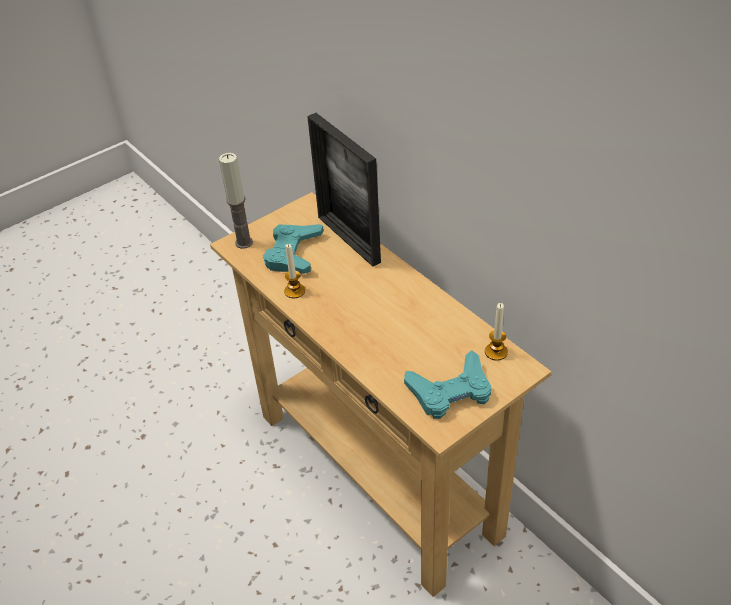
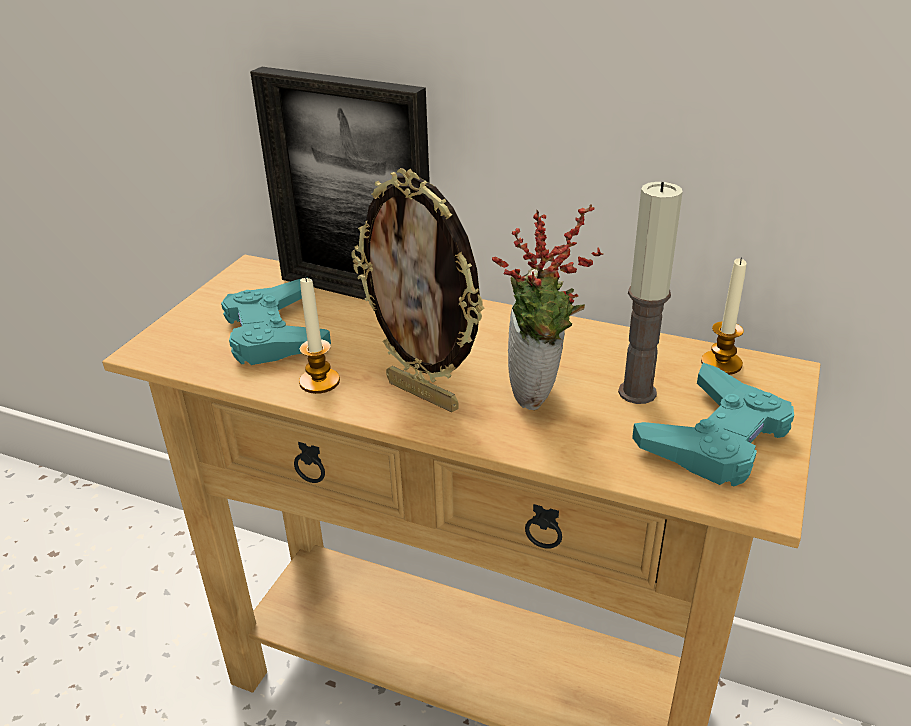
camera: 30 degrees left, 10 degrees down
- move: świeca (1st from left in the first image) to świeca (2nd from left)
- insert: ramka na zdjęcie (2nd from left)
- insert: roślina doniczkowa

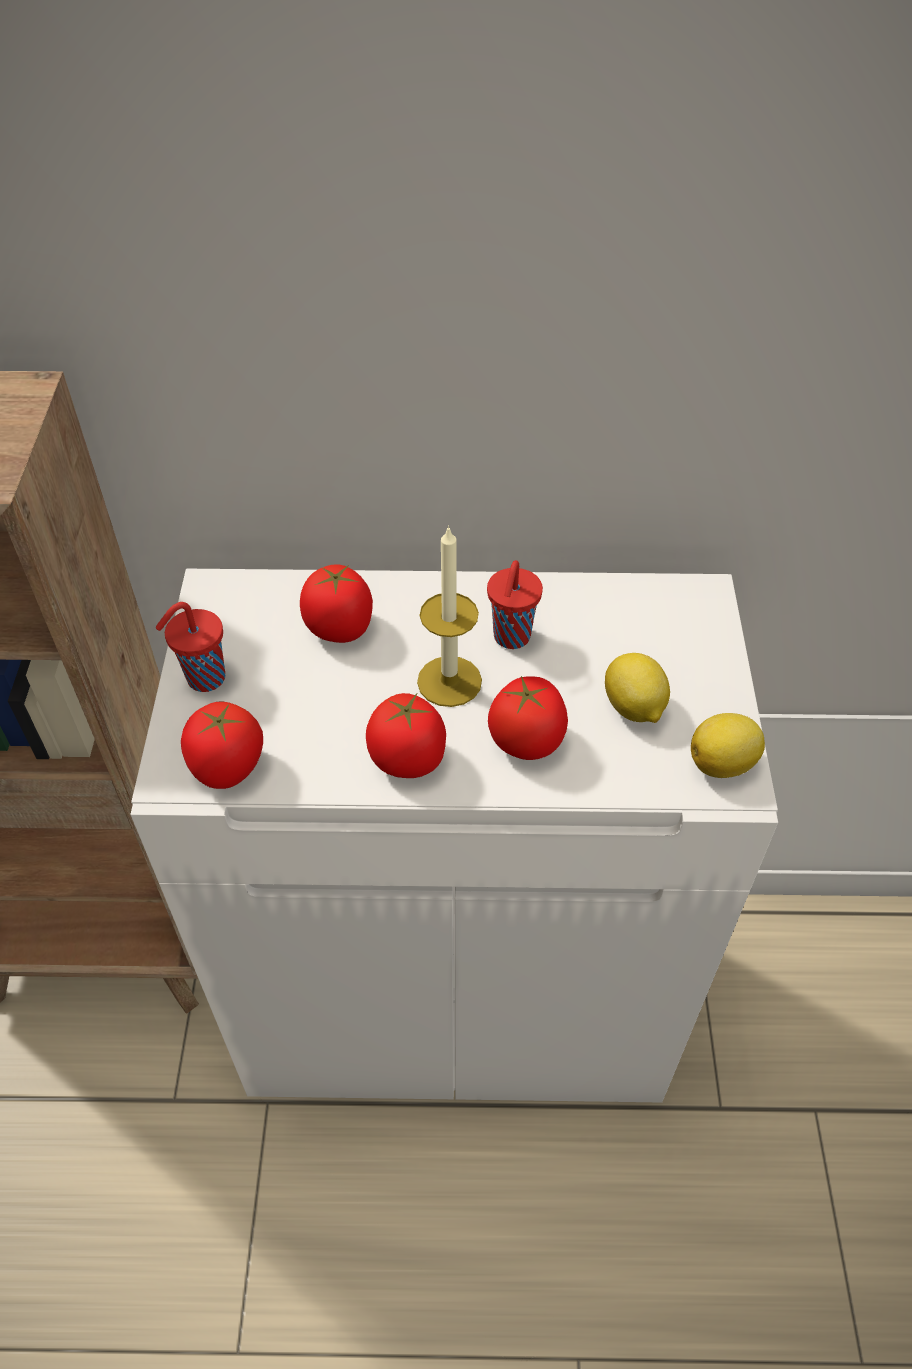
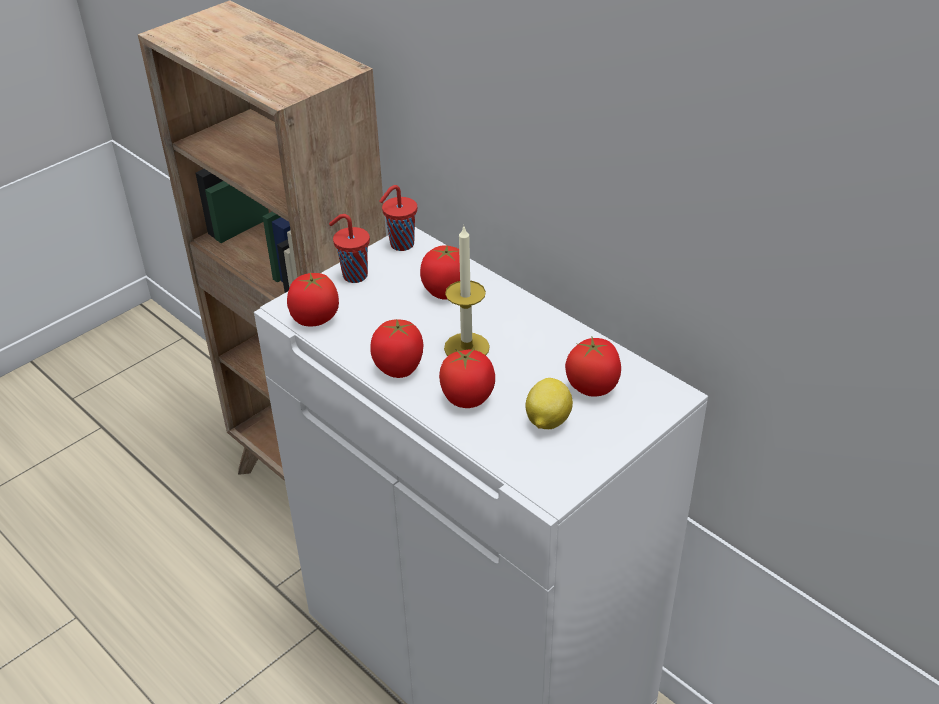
camera: 45 degrees right, 10 degrees down
- move: filiżanka/czerwony (2nd from left)
- delete: cytryna (2nd from left)
- insert: pomidor (5th from left)

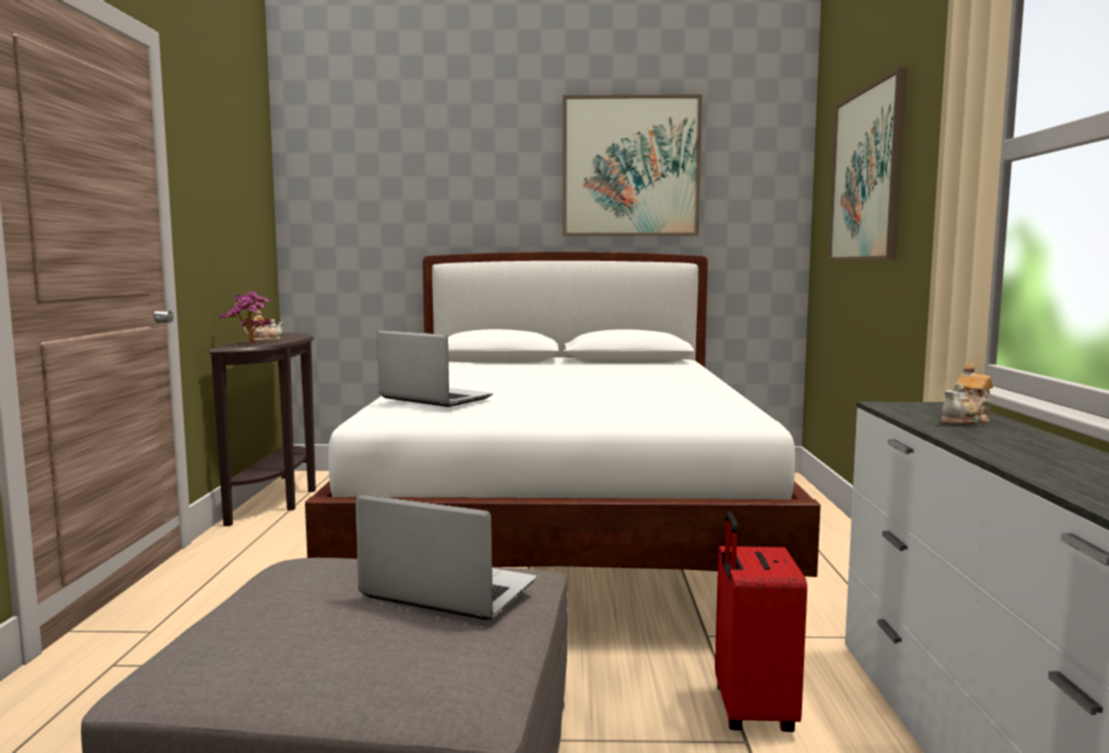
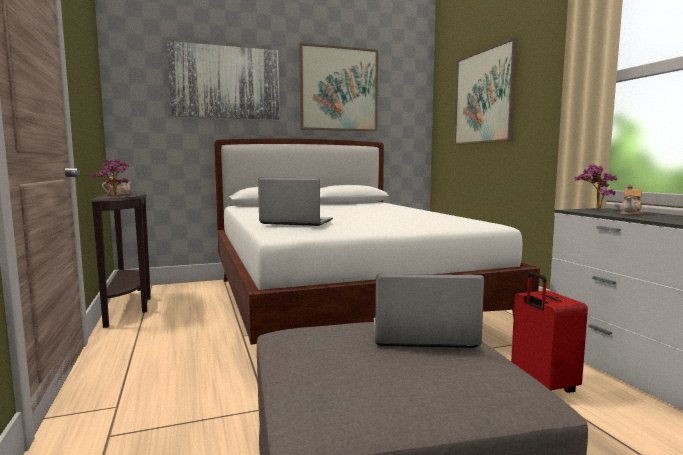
camera: 20 degrees left, 0 degrees up
- insert: obraz (1st from left)
- insert: roślina doniczkowa (2nd from left)

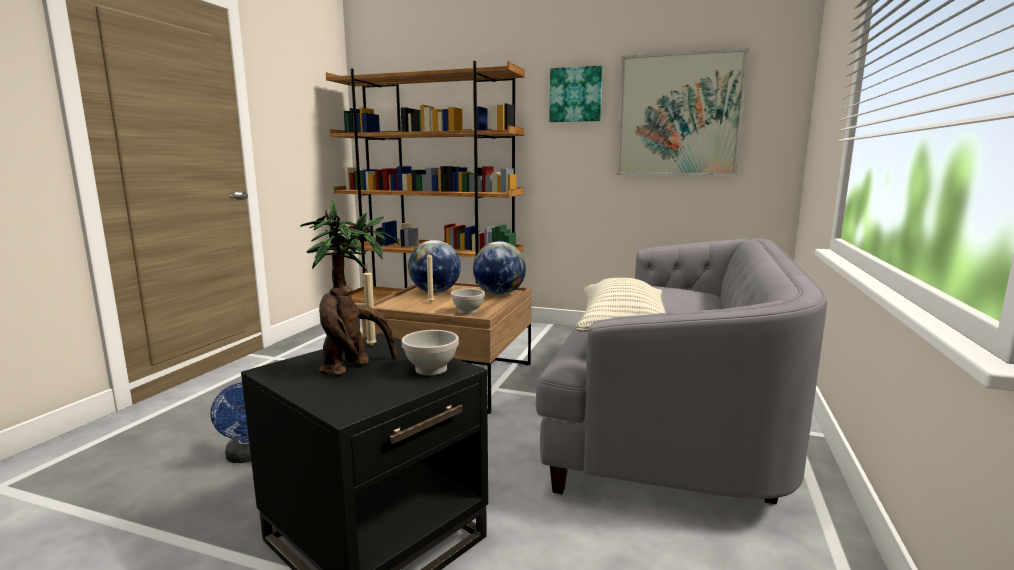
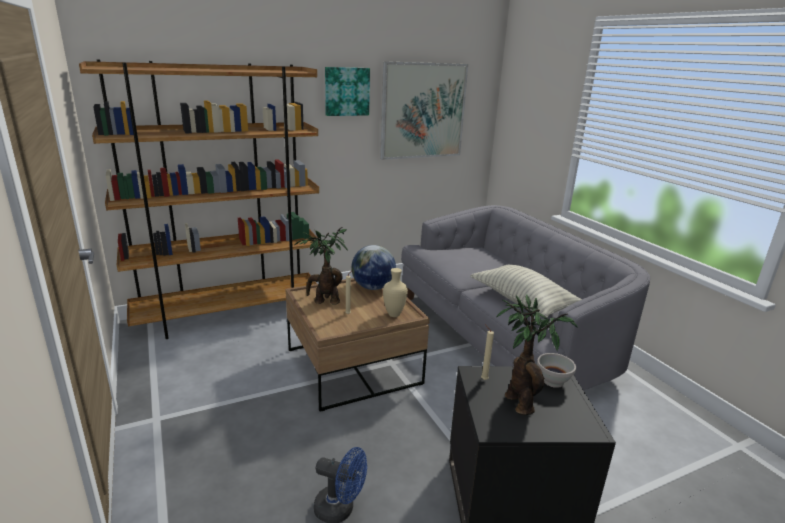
camera: 45 degrees left, 10 degrees up
- replace: globus (1st from left) to roślina doniczkowa (1st from left)
- replace: miska/biały (2nd from left) to wazon/beżowy

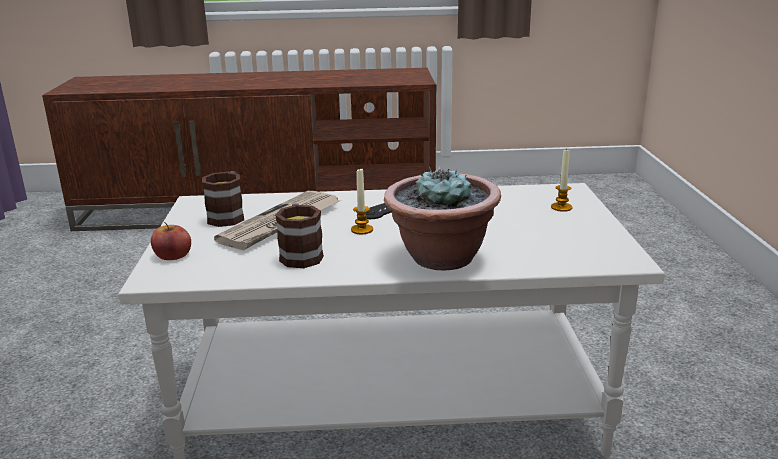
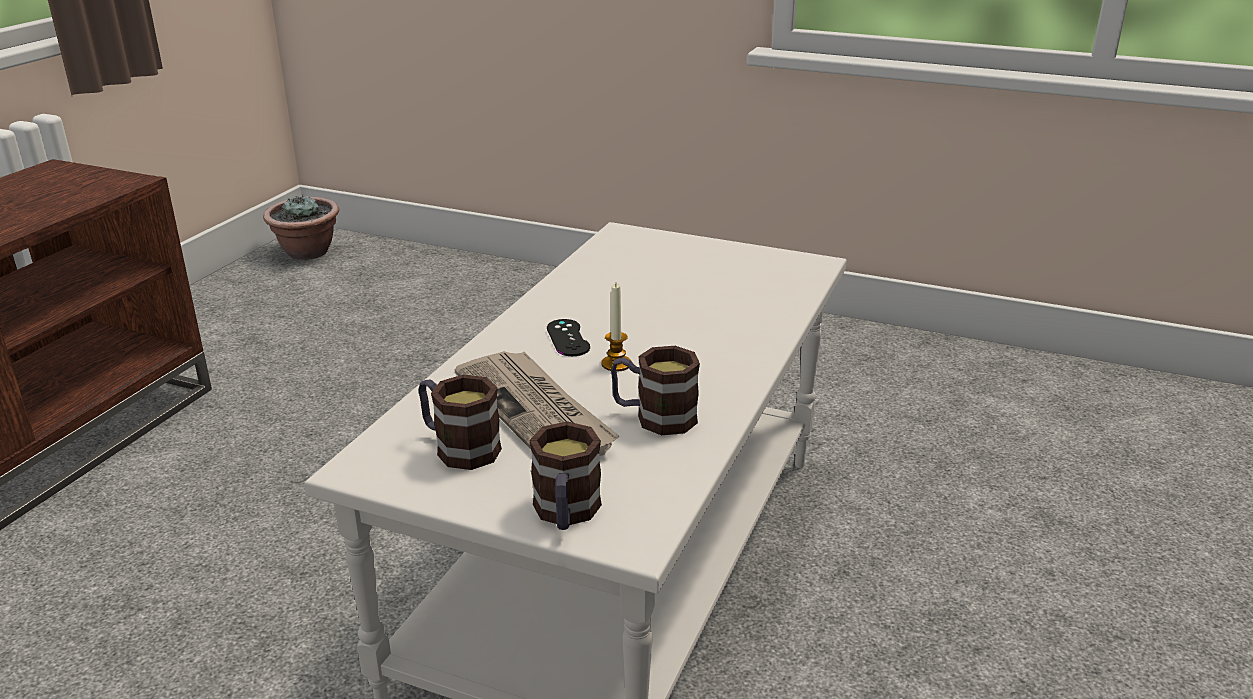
camera: 65 degrees left, 5 degrees up
- delete: świeca (2nd from left)
- move: roślina doniczkowa
- replace: jabłko to kubek (2nd from left)

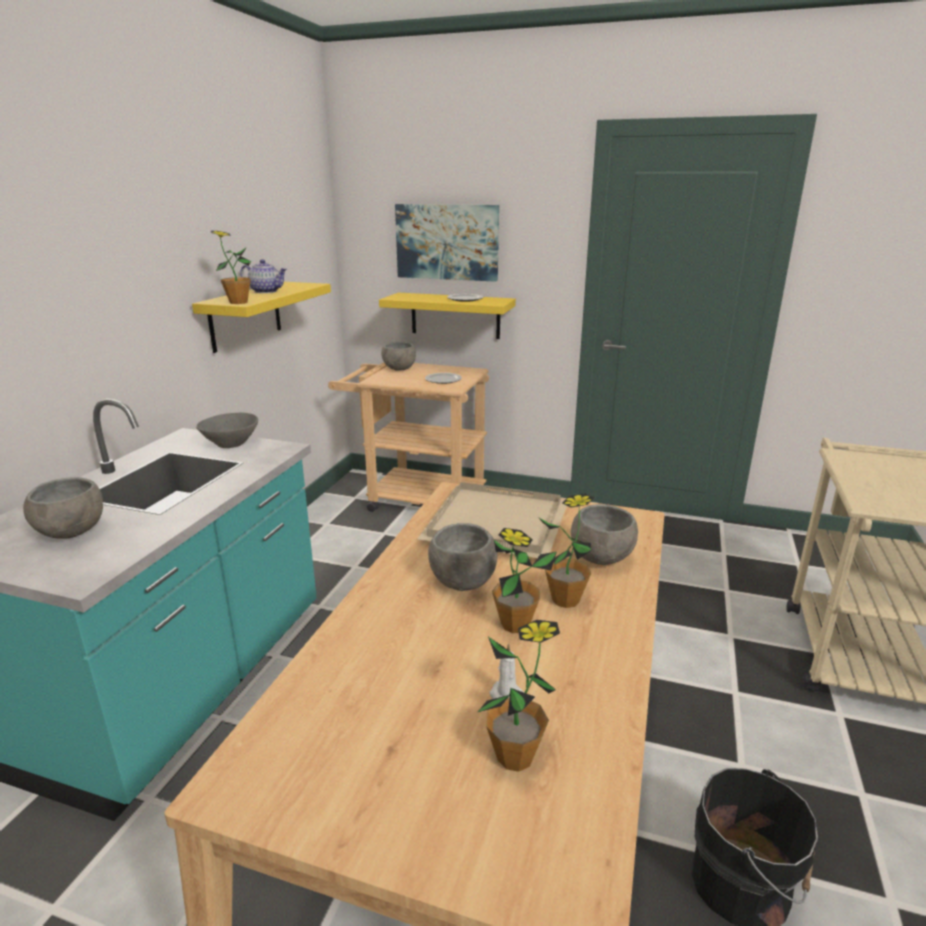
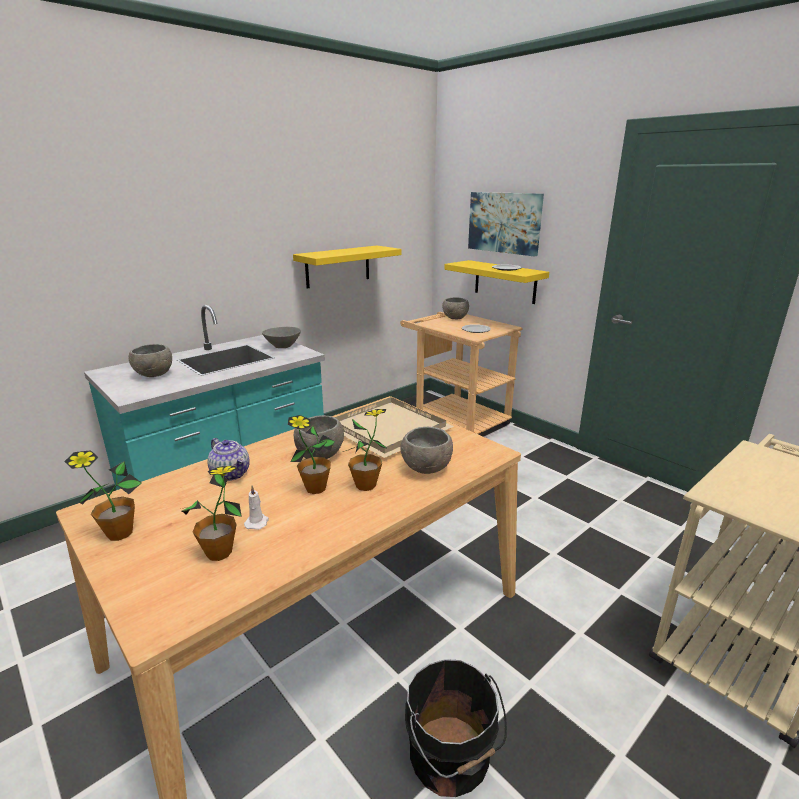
camera: 30 degrees right, 0 degrees up
- move: roślina doniczkowa (1st from left)
- move: imbryk

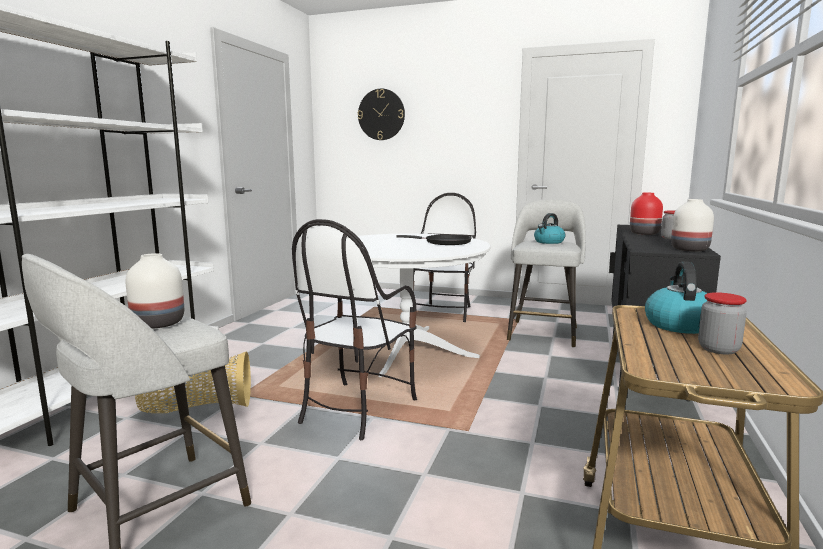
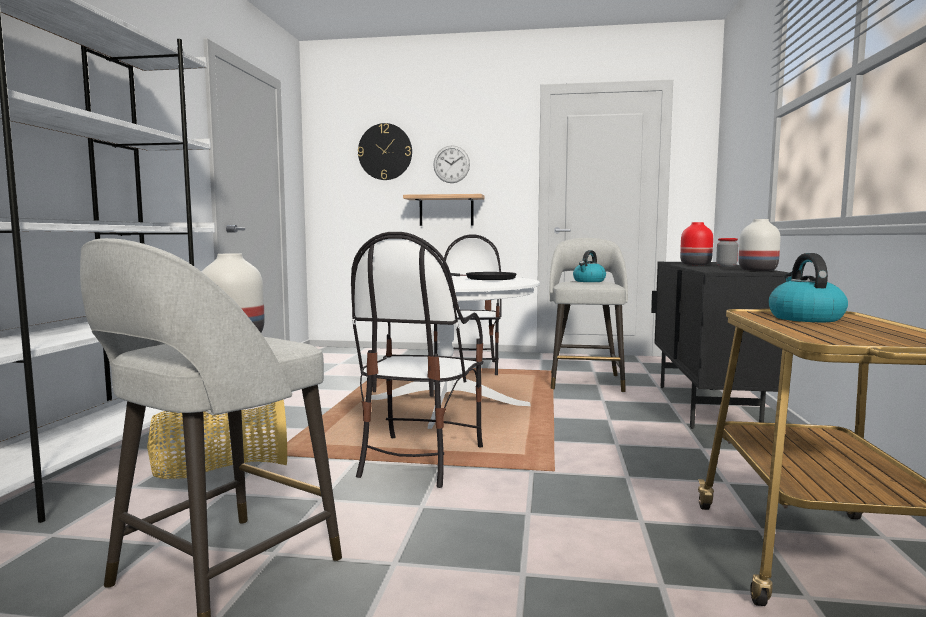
camera: 10 degrees left, 5 degrees down
- delete: słoik (2nd from left)
- insert: zegar ścienny (2nd from left)
- insert: półka

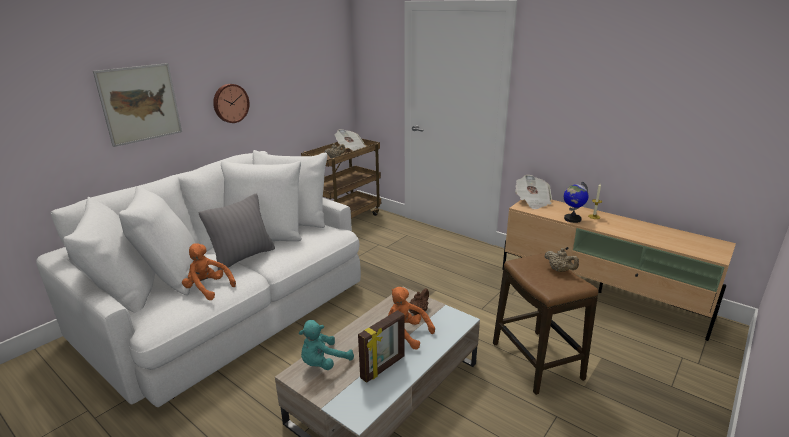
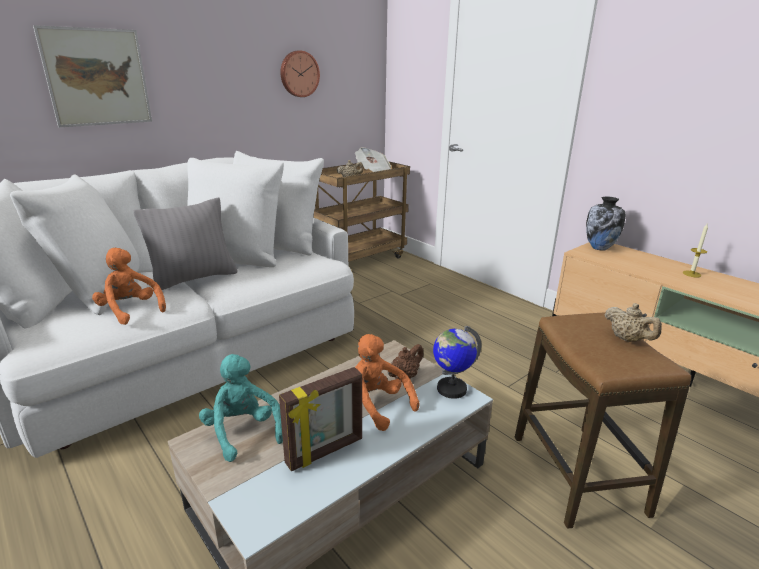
camera: 10 degrees right, 0 degrees up
- move: zegar ścienny
- replace: gazeta (2nd from left) to wazon
- move: globus
- rotate: pluszak/turkusowy 90 degrees clockwise

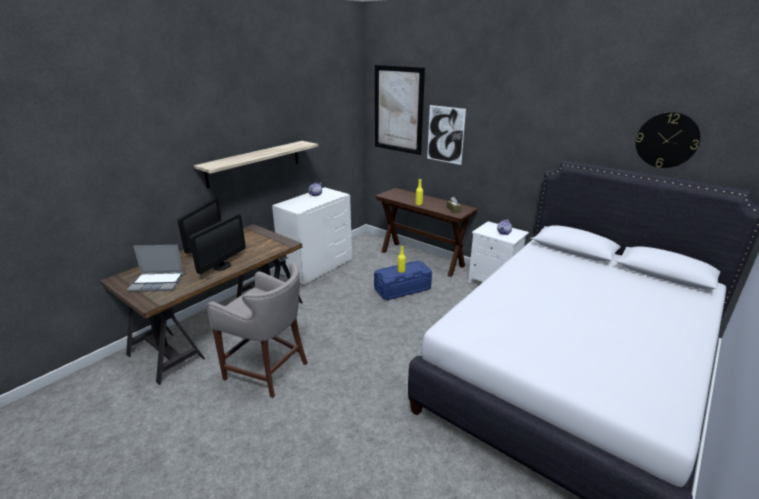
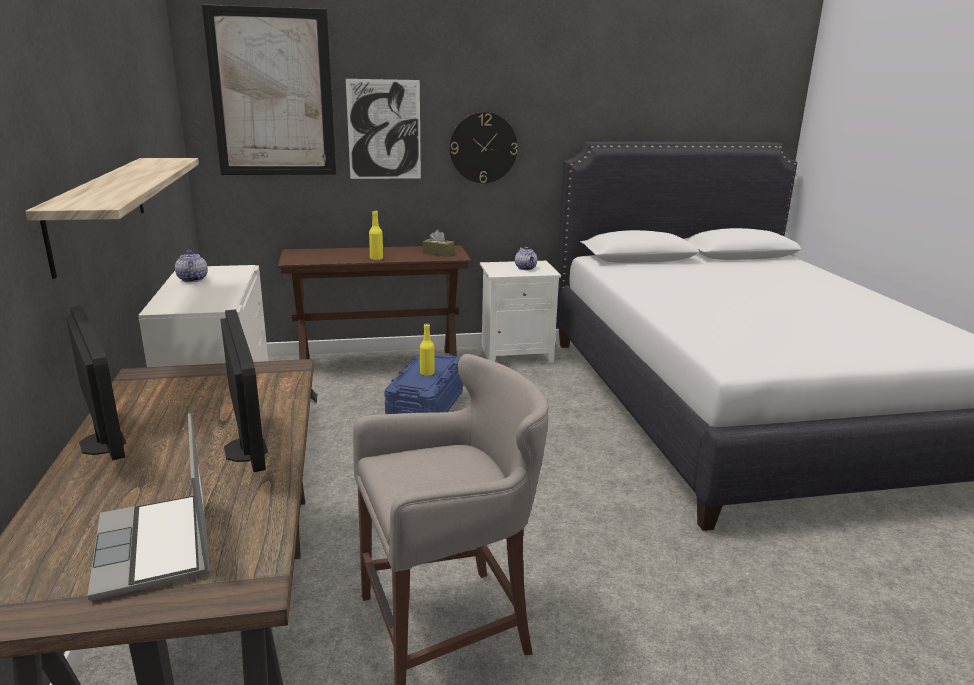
camera: 50 degrees left, 5 degrees down
- move: zegar ścienny
- rotate: laptop 120 degrees clockwise

